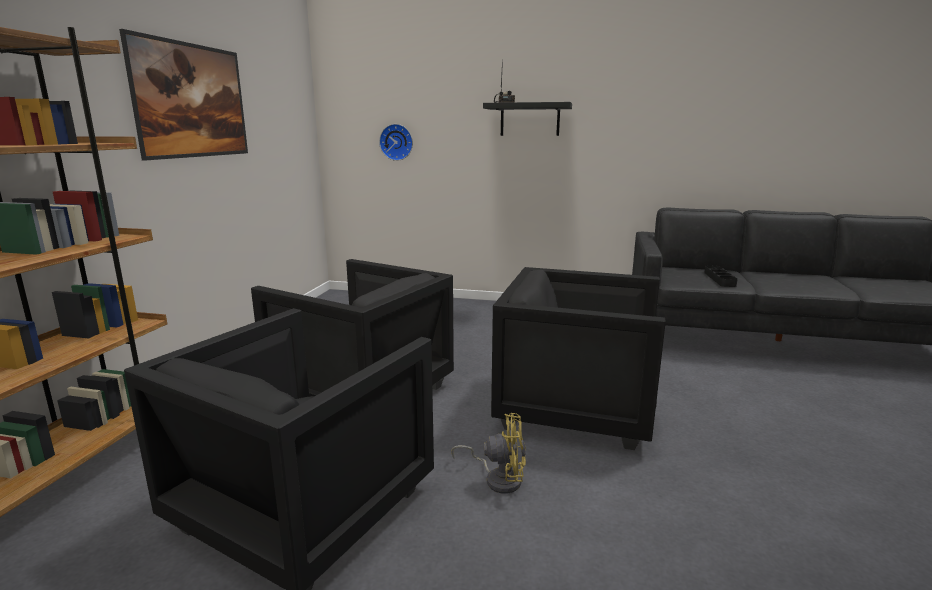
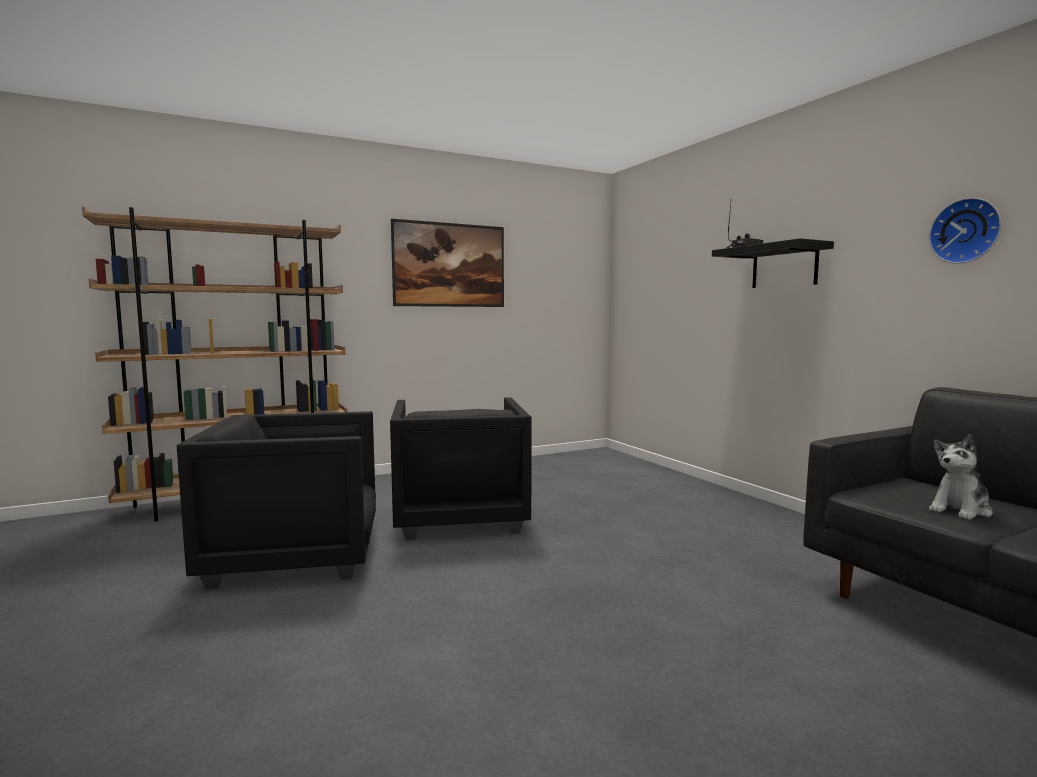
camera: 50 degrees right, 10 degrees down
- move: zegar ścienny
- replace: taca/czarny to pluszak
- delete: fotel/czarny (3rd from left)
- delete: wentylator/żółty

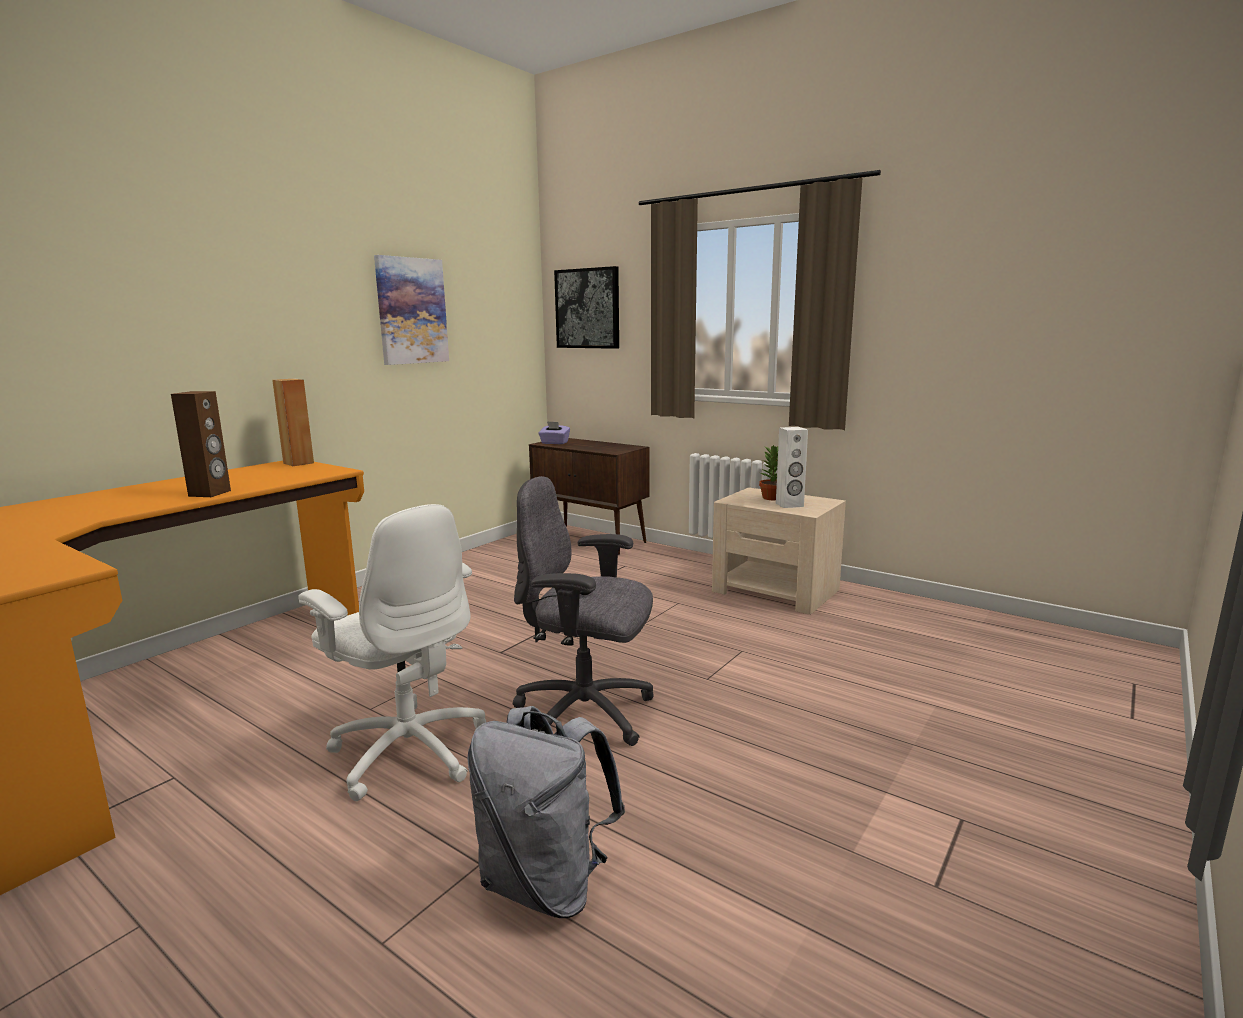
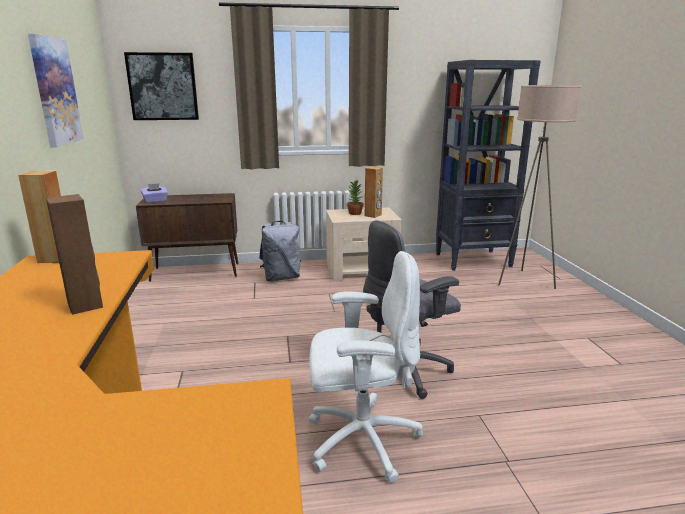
camera: 45 degrees left, 5 degrees up
- recolor: głośnik/biały to głośnik/brązowy (3rd from left)
- move: plecak/szary
- insert: regał/czarny
- insert: lampa stojąca/beżowy

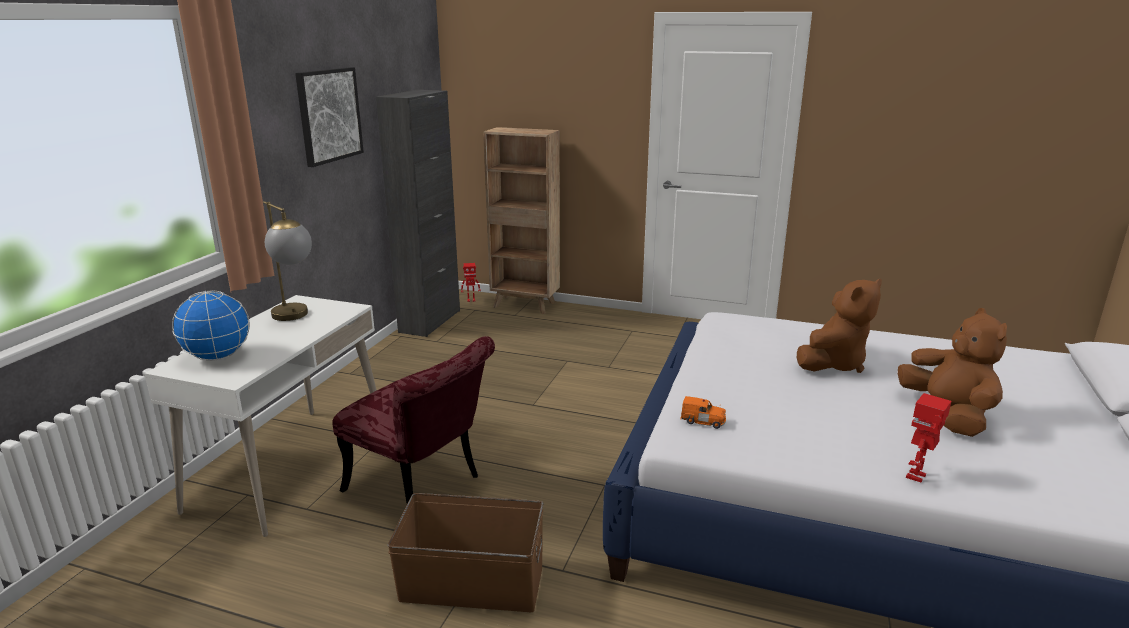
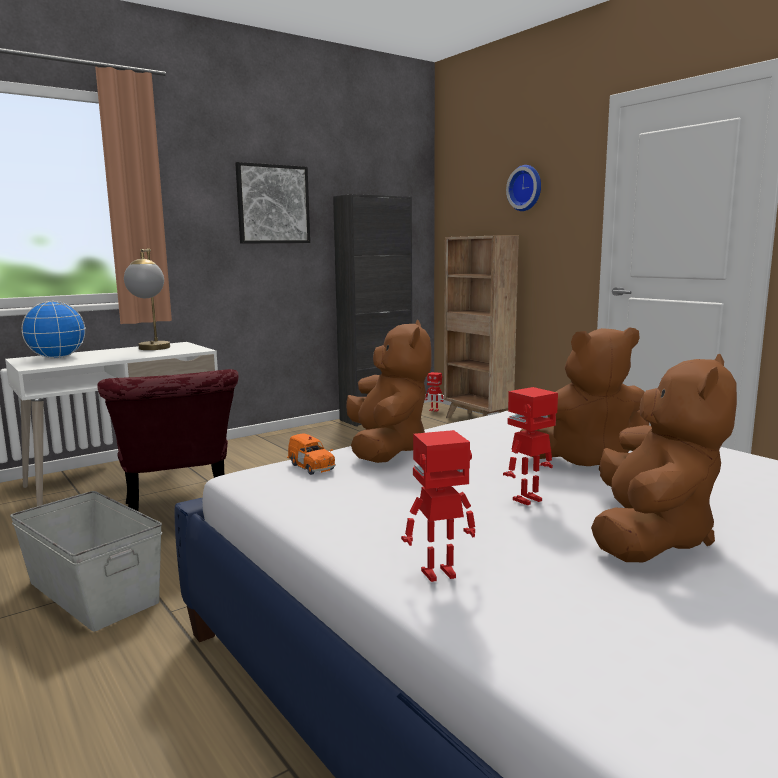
camera: 35 degrees right, 10 degrees down
- recolor: pojemnik do przechowywania/brązowy to pojemnik do przechowywania/szary
- insert: zegar ścienny
- insert: pluszak/brązowy (1st from left)
- insert: robot zabawkowy (3rd from left)

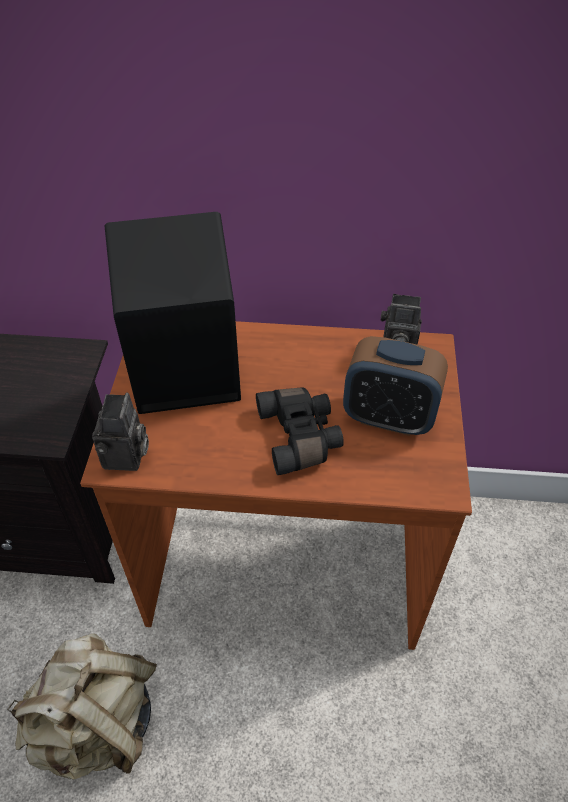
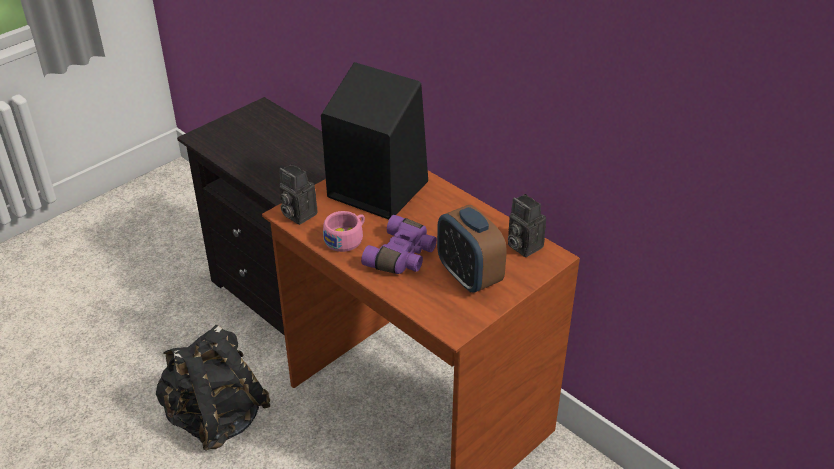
camera: 40 degrees right, 10 degrees down
- recolor: lornetka/czarny to lornetka/fioletowy
- rotate: aparat fotograficzny (1st from left) 90 degrees clockwise
- recolor: plecak/beżowy to plecak/czarny
- insert: filiżanka/różowy

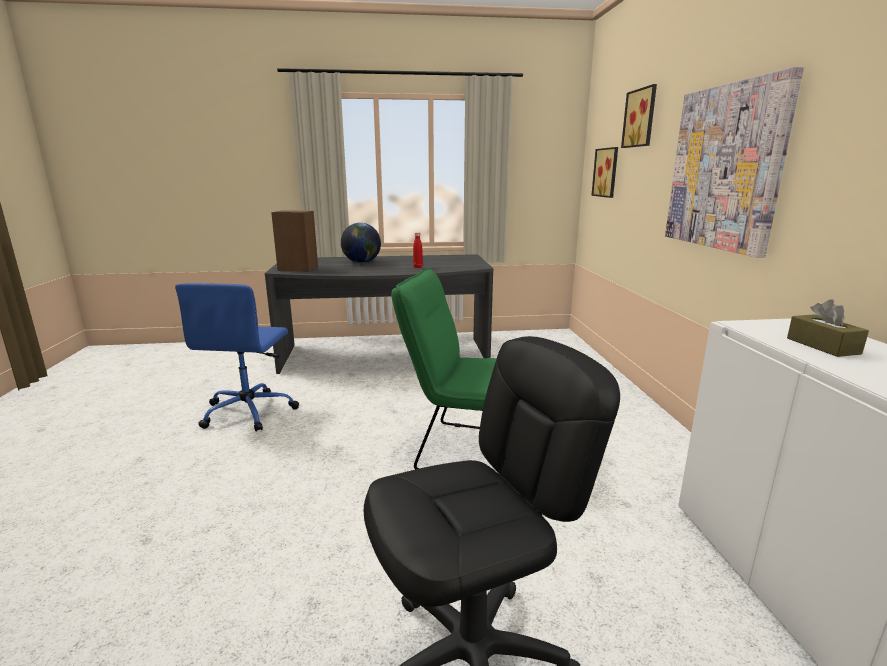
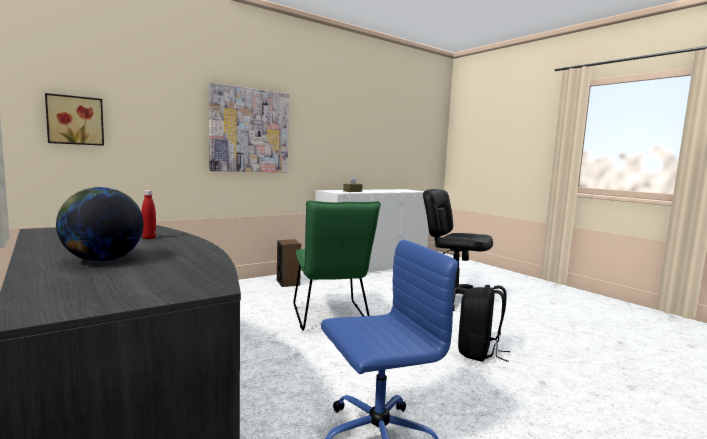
camera: 120 degrees left, 10 degrees down
- delete: obraz (2nd from left)
- move: głośnik
- insert: plecak/czarny

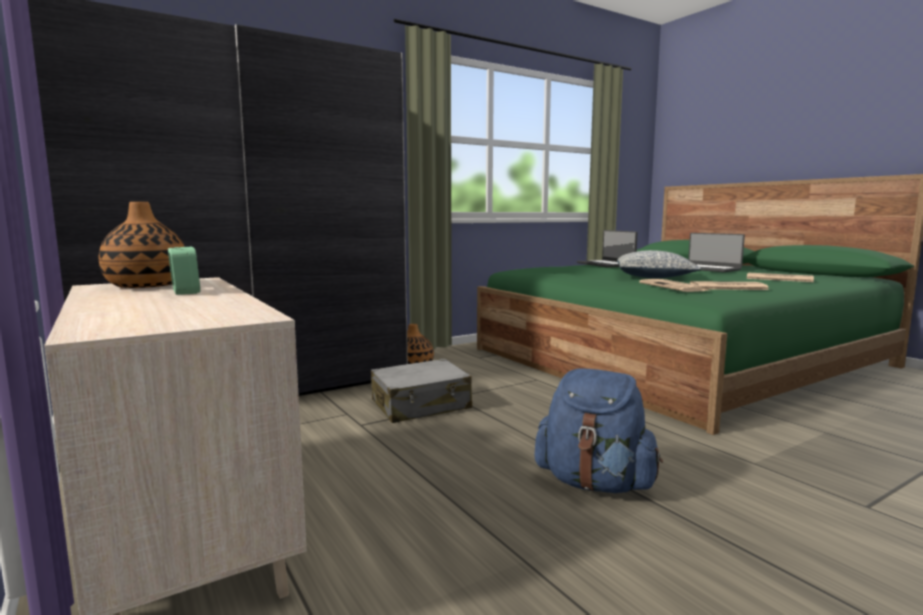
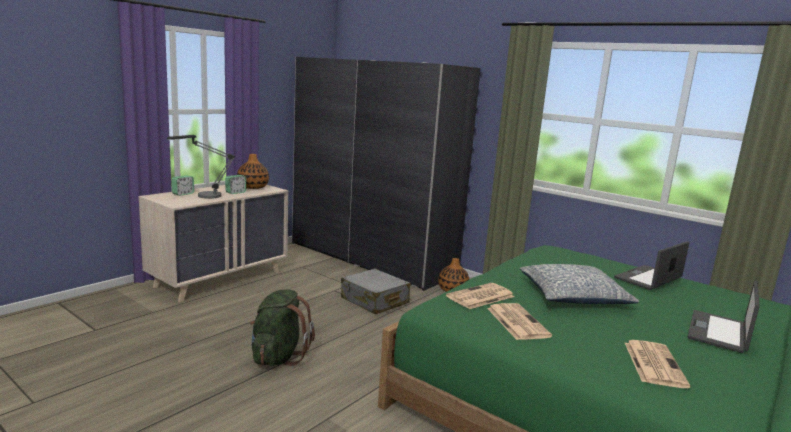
camera: 70 degrees right, 5 degrees up
- recolor: plecak/niebieski to plecak/zielony
- insert: lampa stołowa
- insert: budzik (1st from left)

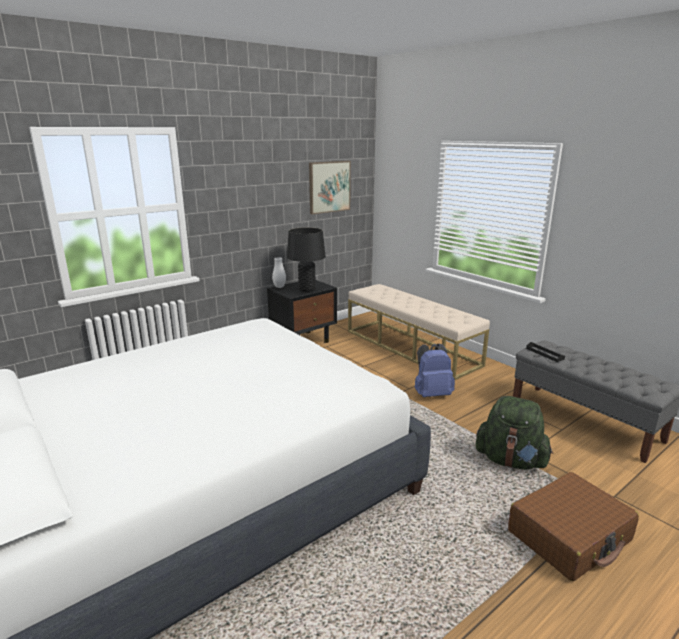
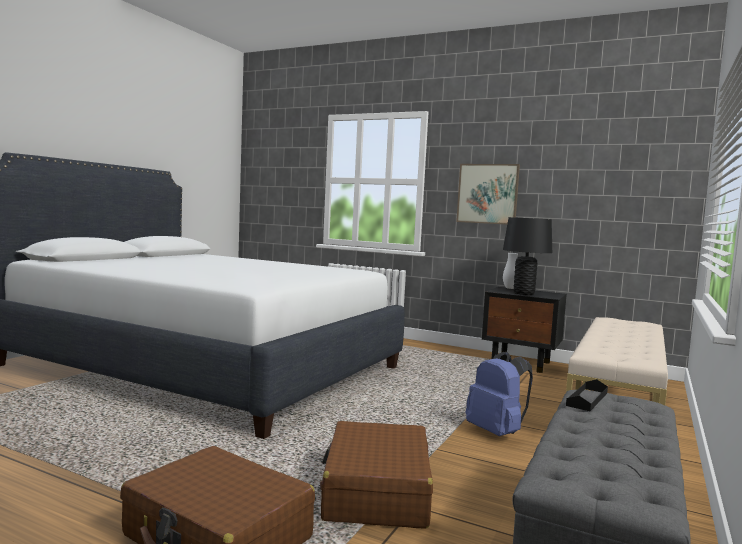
camera: 65 degrees right, 15 degrees down
- move: obraz
- replace: plecak/zielony to walizka/brązowy (2nd from left)

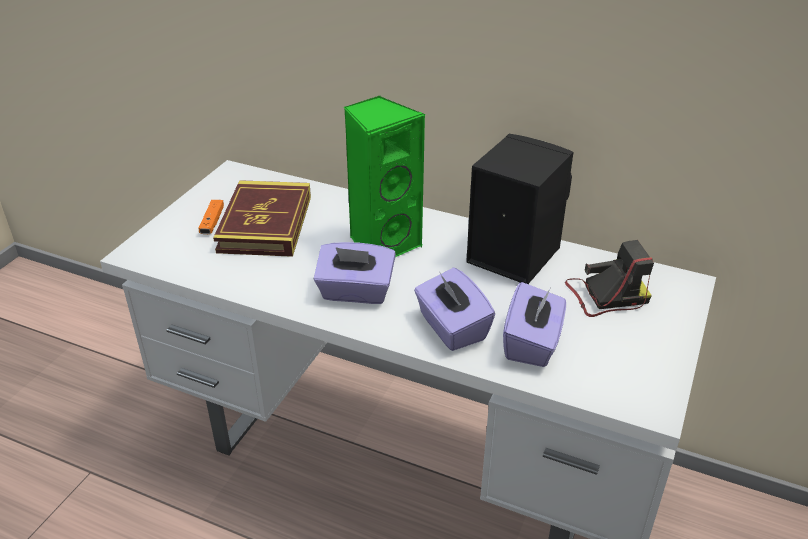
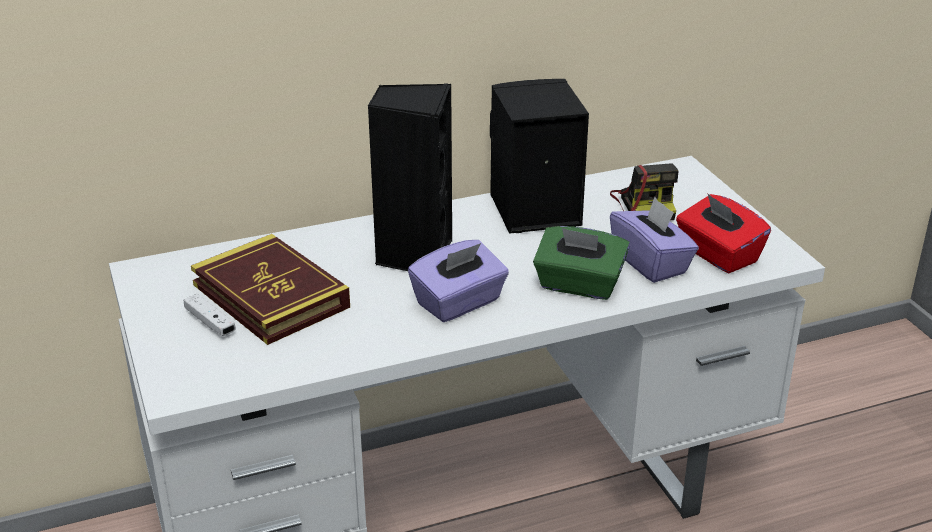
camera: 45 degrees left, 5 degrees down
- recolor: głośnik/zielony to głośnik/czarny (1st from left)
- recolor: pad do gier/pomarańczowy to pad do gier/biały
- rotate: aparat fotograficzny 135 degrees clockwise
- recolor: pudełko chusteczek/fioletowy (2nd from left) to pudełko chusteczek/zielony
- insert: pudełko chusteczek/czerwony

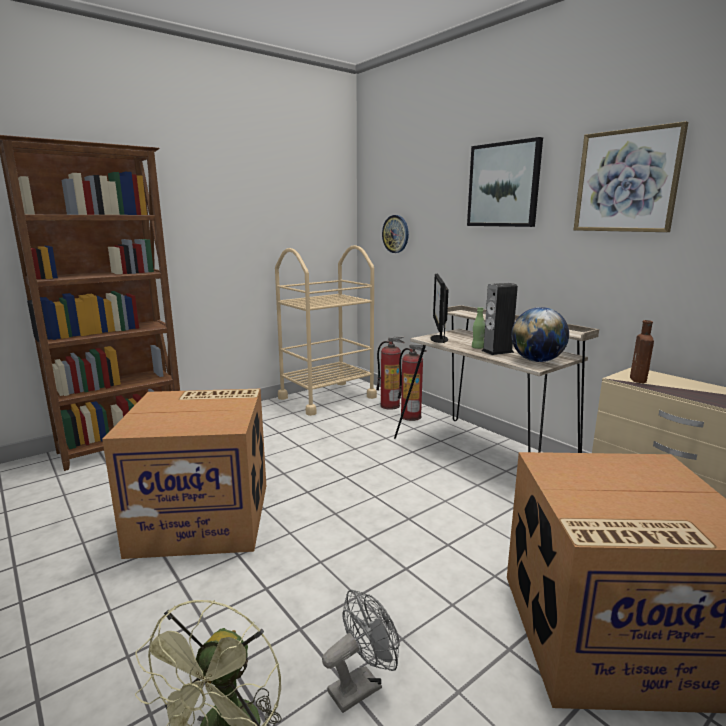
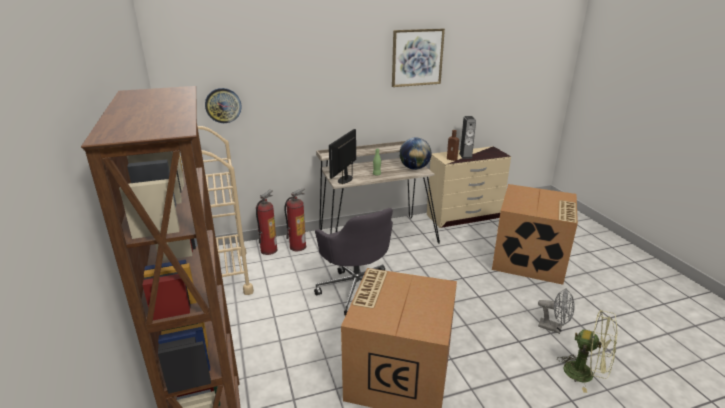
camera: 70 degrees left, 10 degrees up
- delete: obraz (1st from left)
- rotate: monitor 90 degrees clockwise
- move: głośnik
- rotate: wentylator/szary 135 degrees clockwise
- insert: krzesło biurowe/szary

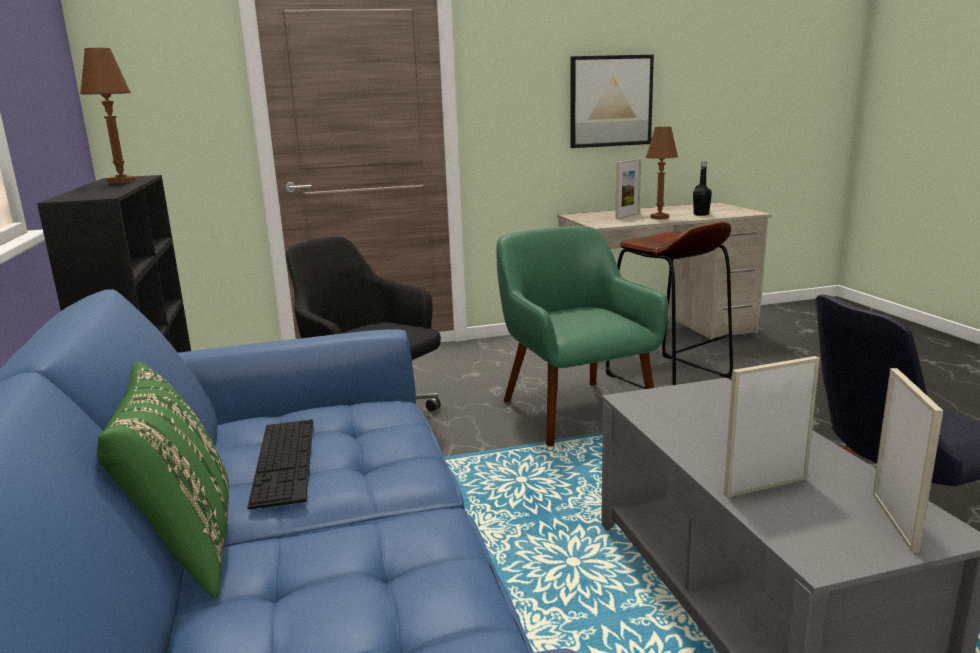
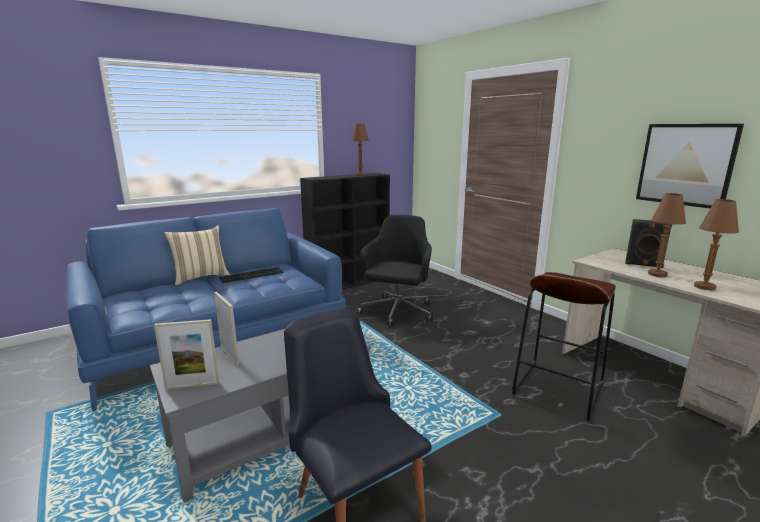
camera: 70 degrees right, 0 degrees up
- replace: ramka na zdjęcie (1st from left) to głośnik/czarny
- replace: butelka/czarny to lampa stołowa/brązowy (3rd from left)
- delete: fotel/zielony
- recolor: poduszka/zielony to poduszka/beżowy

